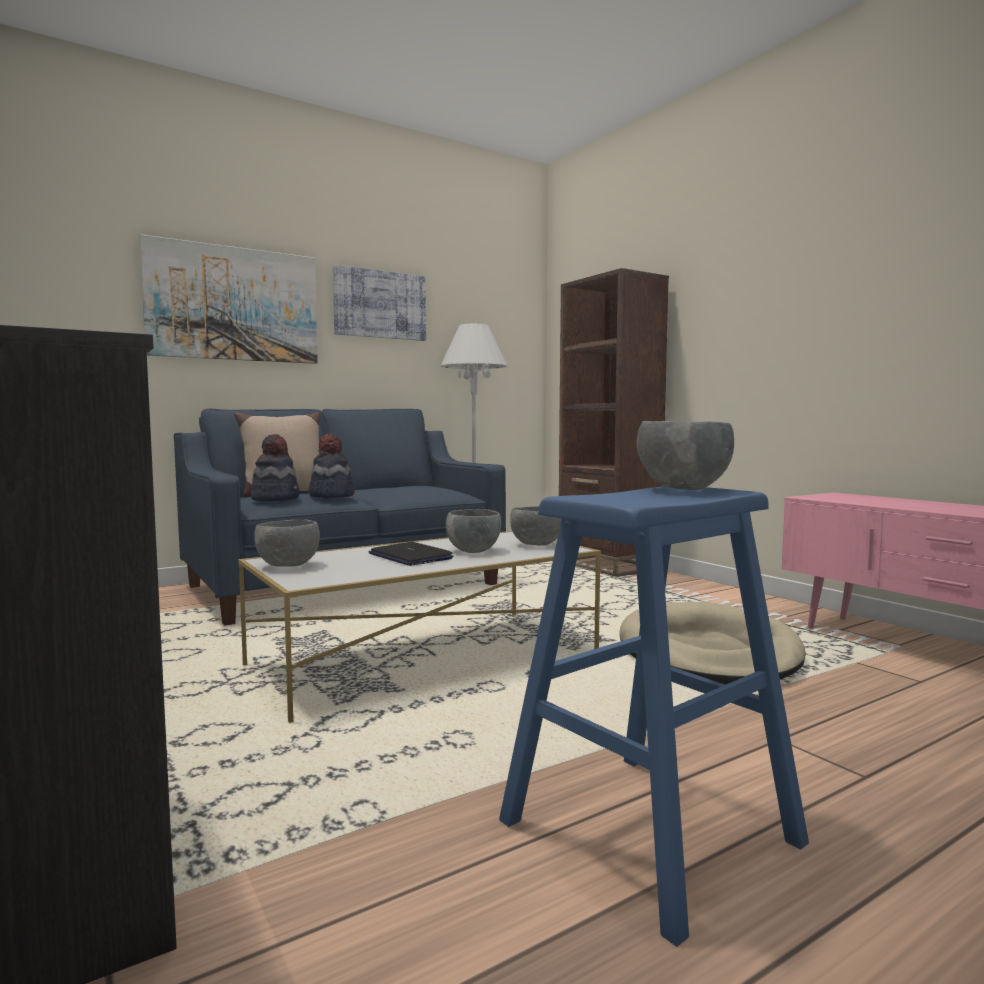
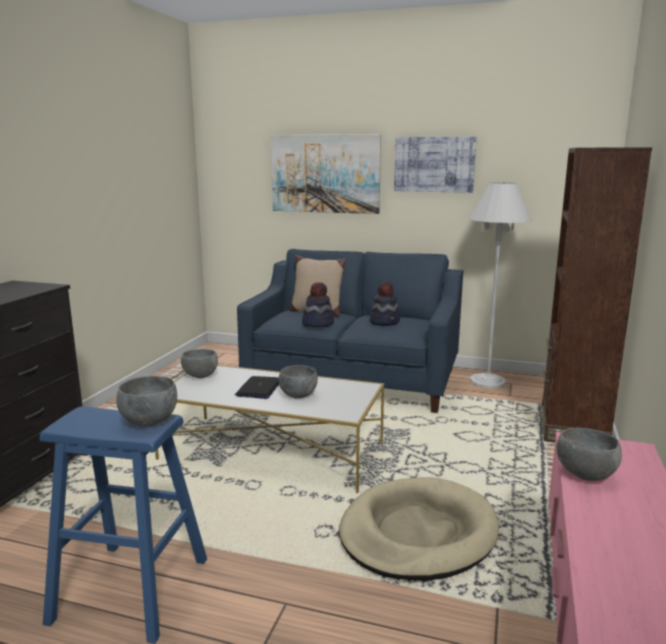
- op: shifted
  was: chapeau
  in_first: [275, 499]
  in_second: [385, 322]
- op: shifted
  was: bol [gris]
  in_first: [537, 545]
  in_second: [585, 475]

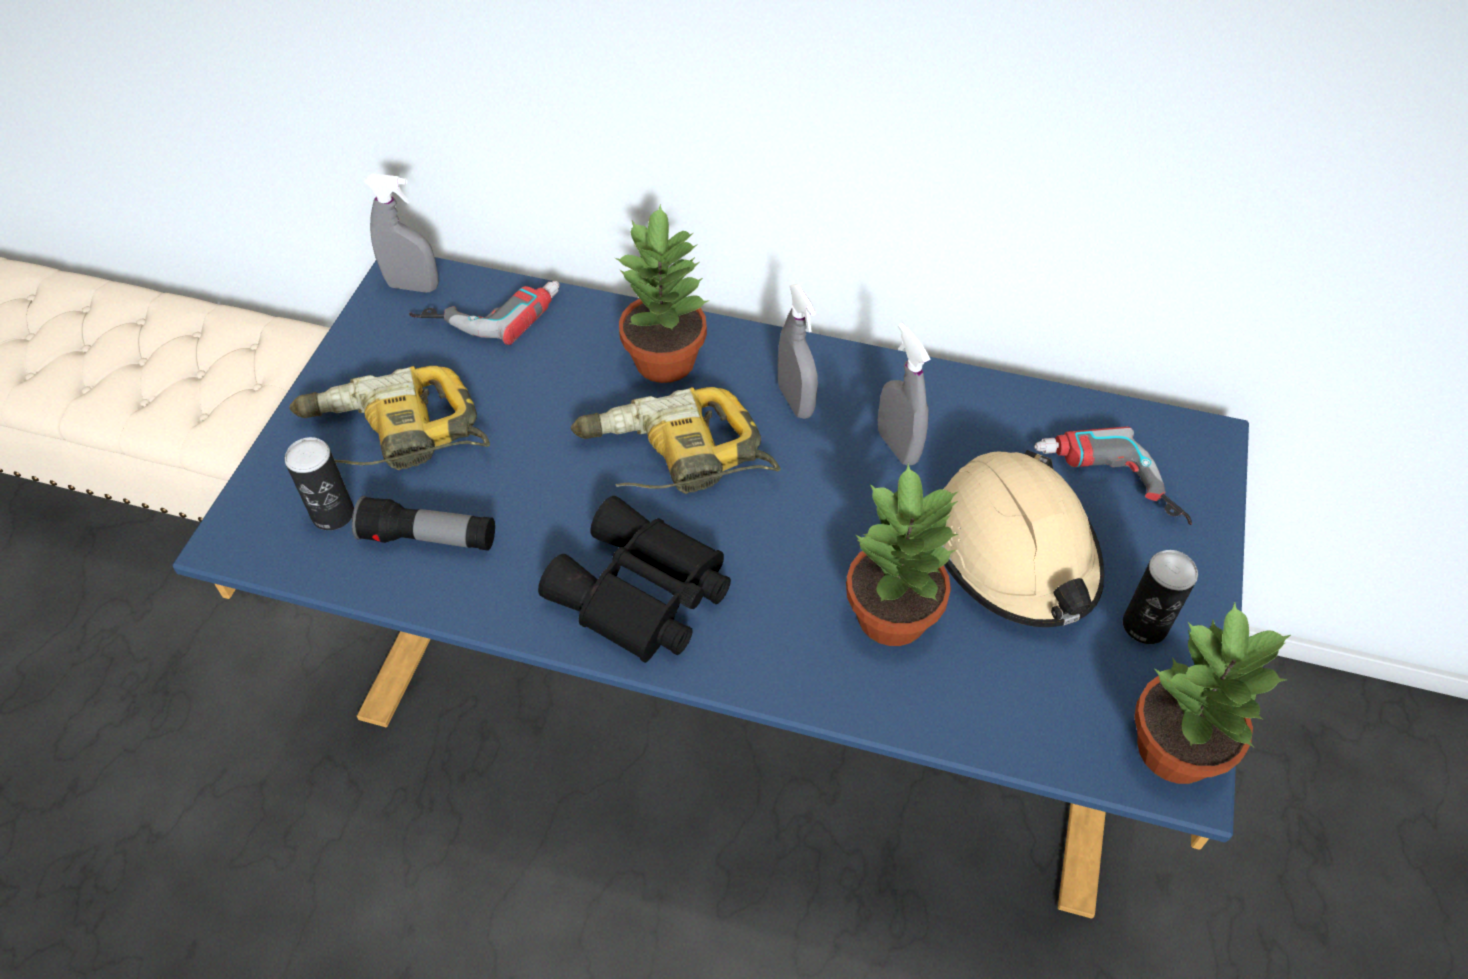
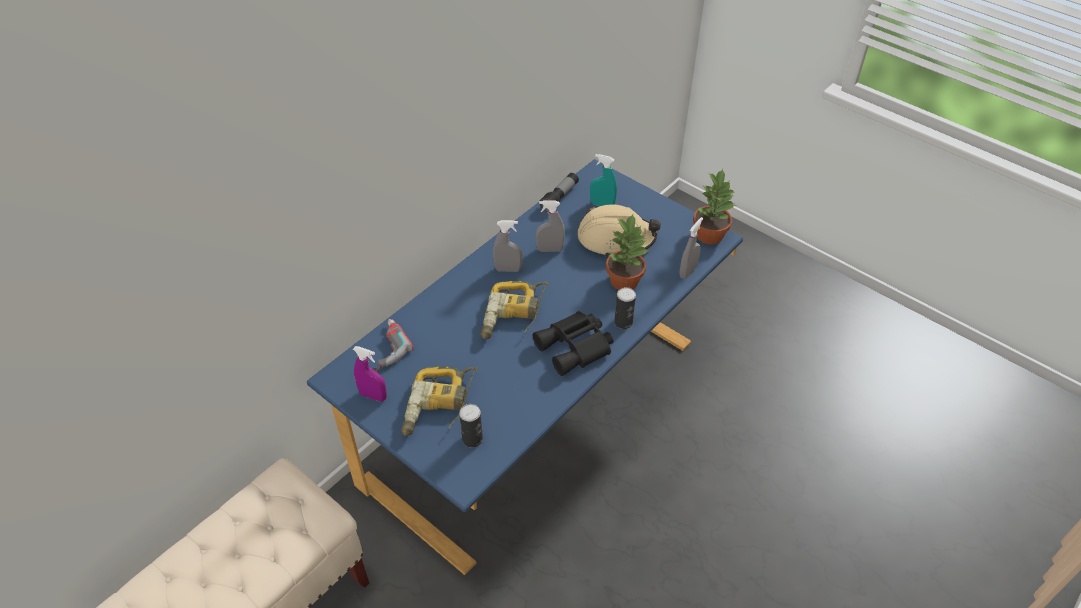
- op: new
  now: vaporisateur [violet]
  in_second: [373, 395]
- op: shifted
  was: lampe de poche
  in_first: [429, 538]
  in_second: [560, 197]
- op: swapped
  was: perceuse
  now: vaporisateur [turquoise]
  in_first: [1107, 488]
  in_second: [602, 204]
- op: shifted
  was: boîte métallique
  in_first: [1144, 625]
  in_second: [623, 322]
- op: shifted
  was: vaporisateur [gris]
  in_first: [413, 286]
  in_second: [688, 272]
- op: gone
  was: plante en pot
  in_first: [667, 360]

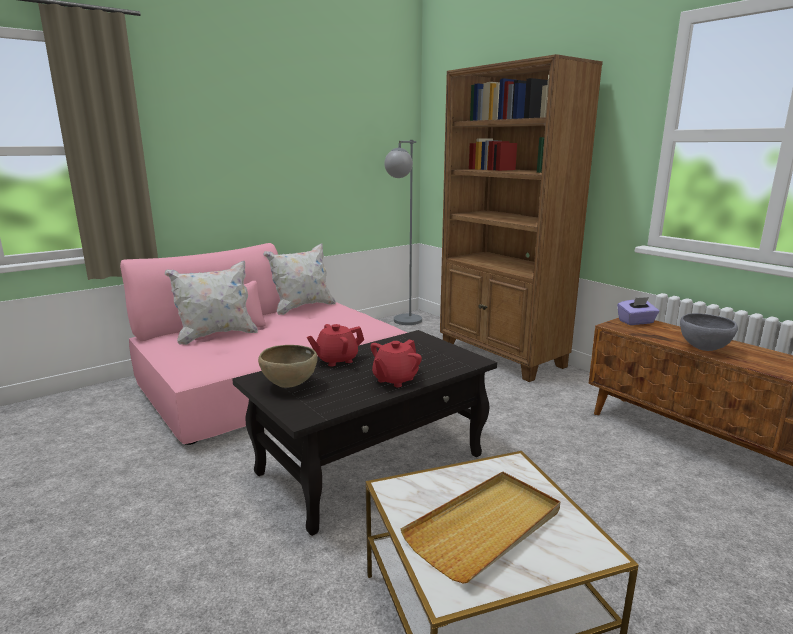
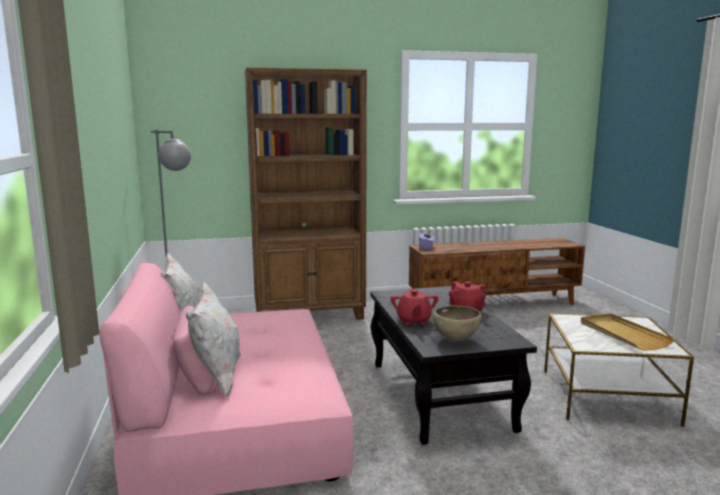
- op: gone
  was: bol [gris]
  in_first: [703, 349]

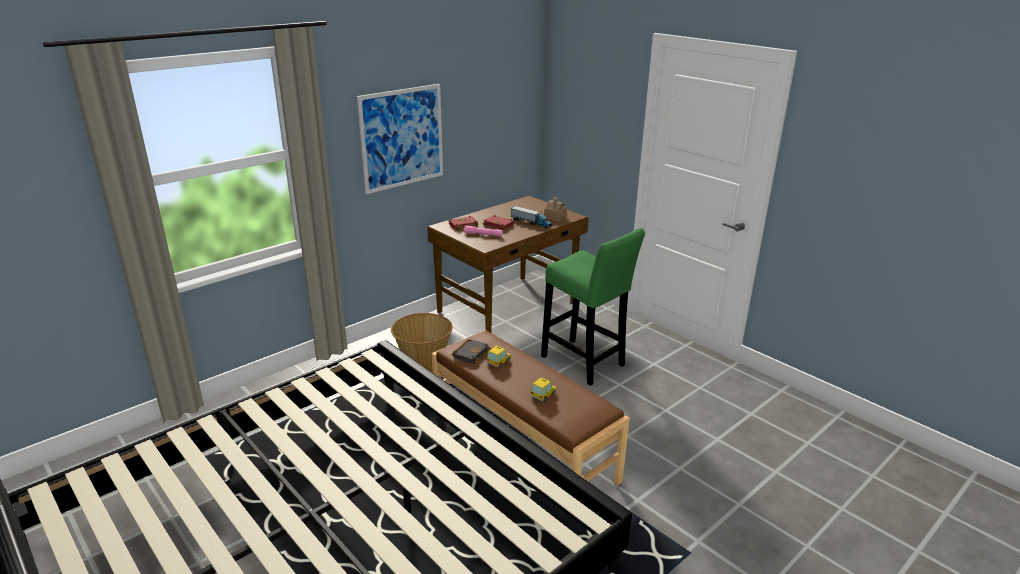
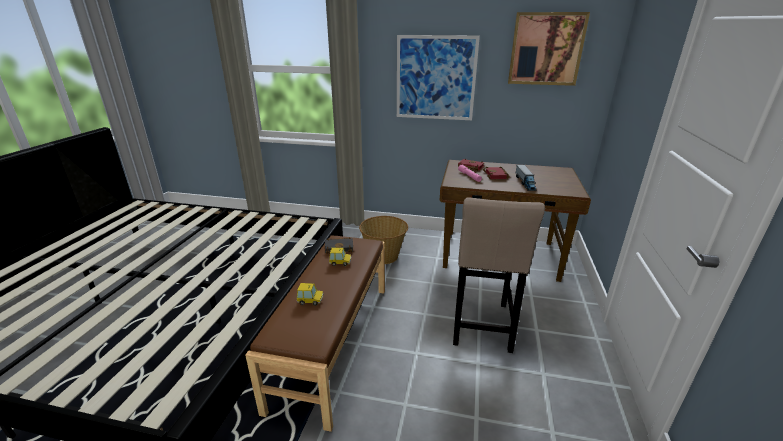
- op: repainted
  was: tabouret [vert]
  now: tabouret [beige]
  in_first: [585, 363]
  in_second: [481, 327]
- op: new
  now: tableau
  in_second: [546, 49]
- op: gone
  was: maison miniature
  in_first: [555, 218]

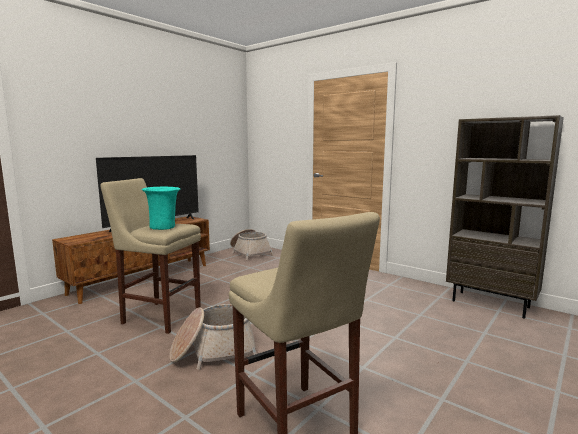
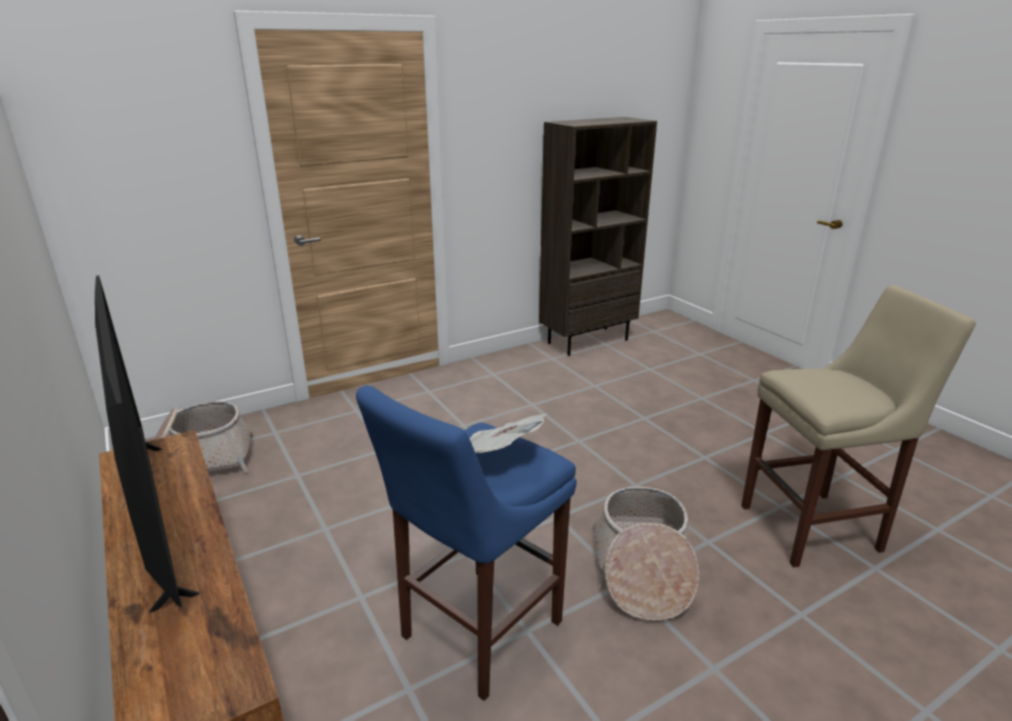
- op: repainted
  was: tabouret [beige]
  now: tabouret [bleu]
  in_first: [159, 316]
  in_second: [475, 633]
- op: swapped
  was: vase [turquoise]
  now: journal
  in_first: [163, 227]
  in_second: [499, 456]

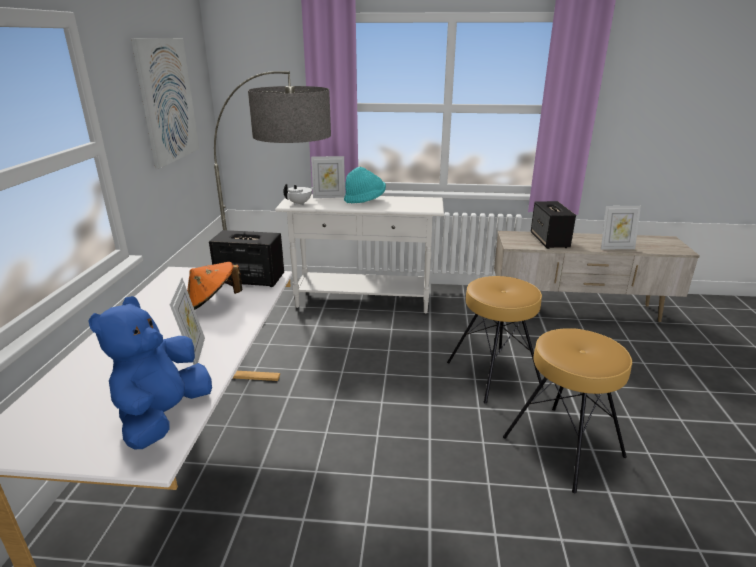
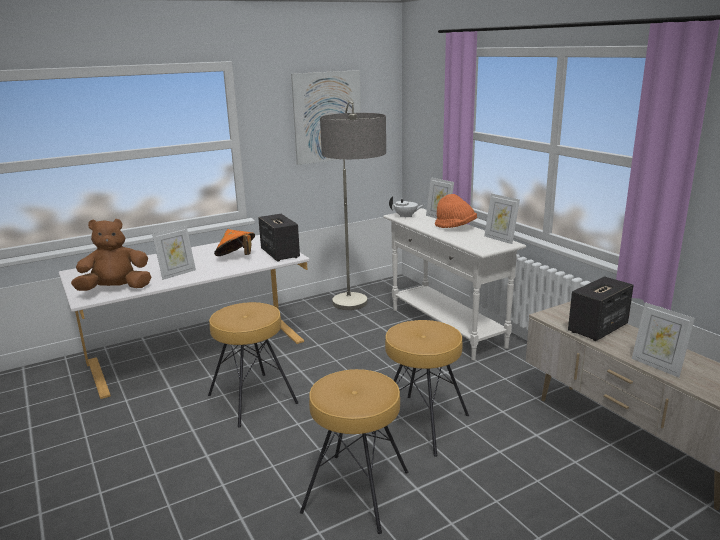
- op: repainted
  was: peluche [bleu]
  now: peluche [marron]
  in_first: [164, 417]
  in_second: [116, 289]
- op: new
  now: tabouret [marron]
  in_second: [253, 398]
- op: repainted
  was: chapeau [turquoise]
  now: chapeau [orange]
  in_first: [365, 200]
  in_second: [455, 227]
- op: new
  now: cadre photo
  in_second: [500, 239]

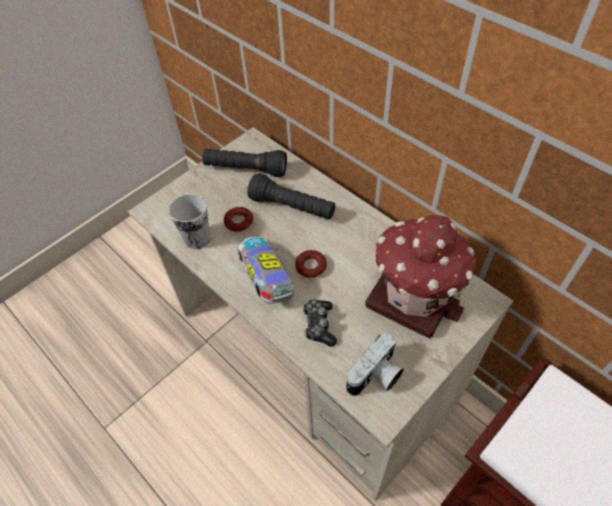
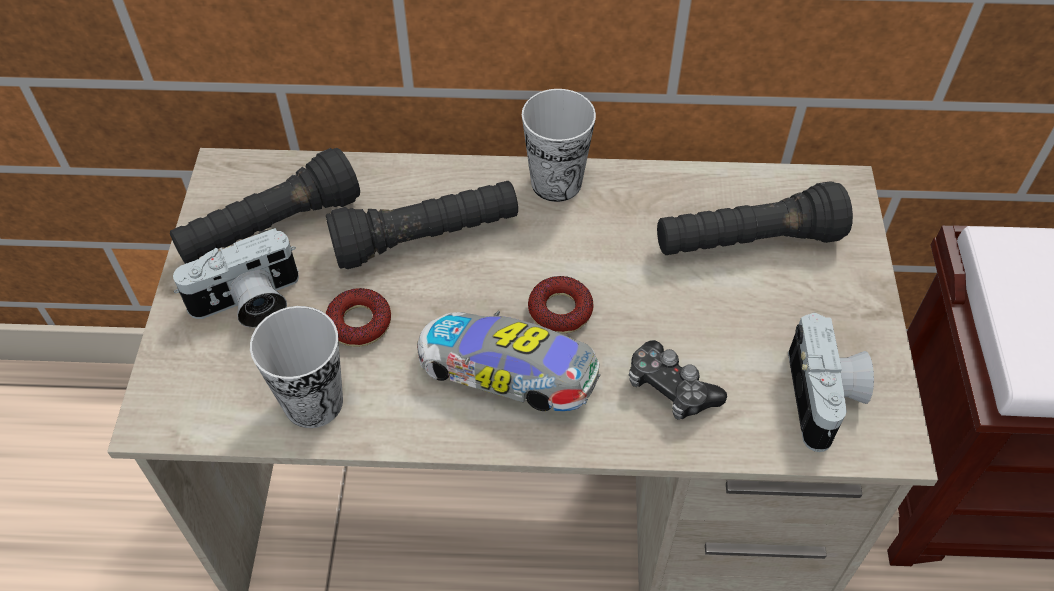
- op: new
  now: appareil photo
  in_second: [249, 304]
- op: new
  now: tasse
  in_second: [556, 182]
- op: swapped
  was: maison miniature
  now: lampe de poche [noir]
  in_first: [415, 293]
  in_second: [747, 242]

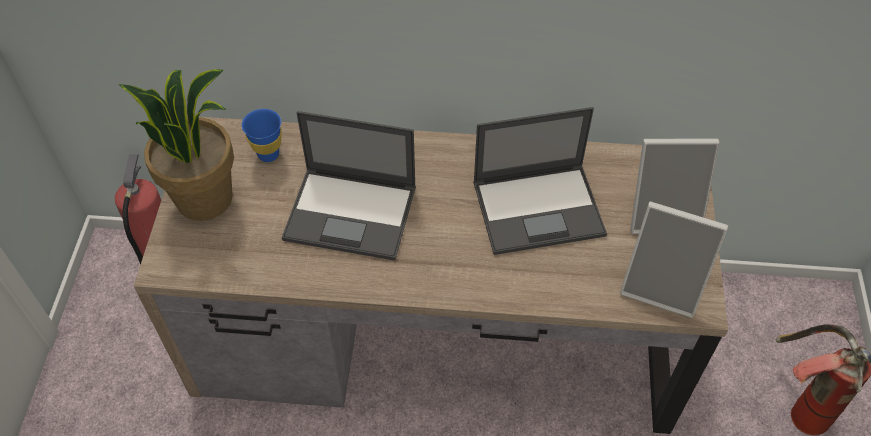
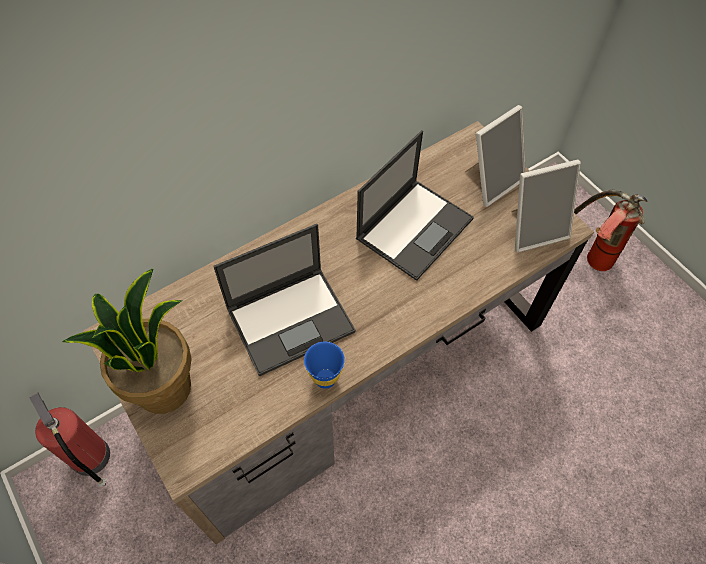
- op: shifted
  was: tasse [bleu]
  in_first: [268, 154]
  in_second: [325, 379]

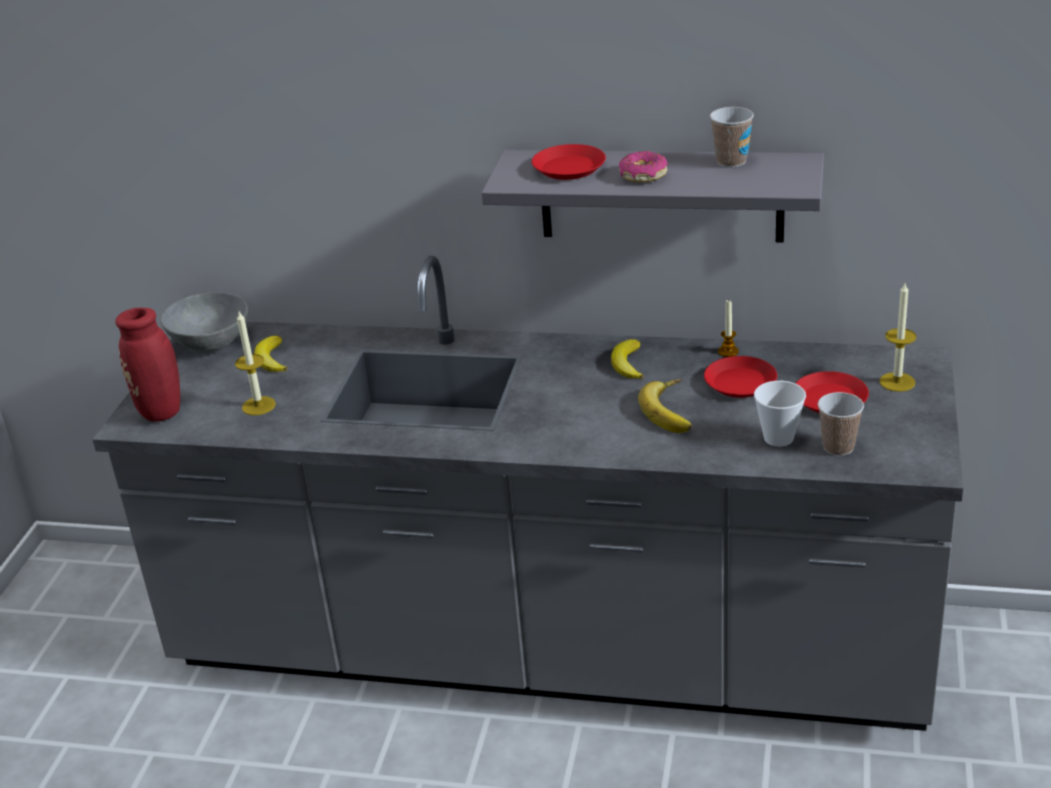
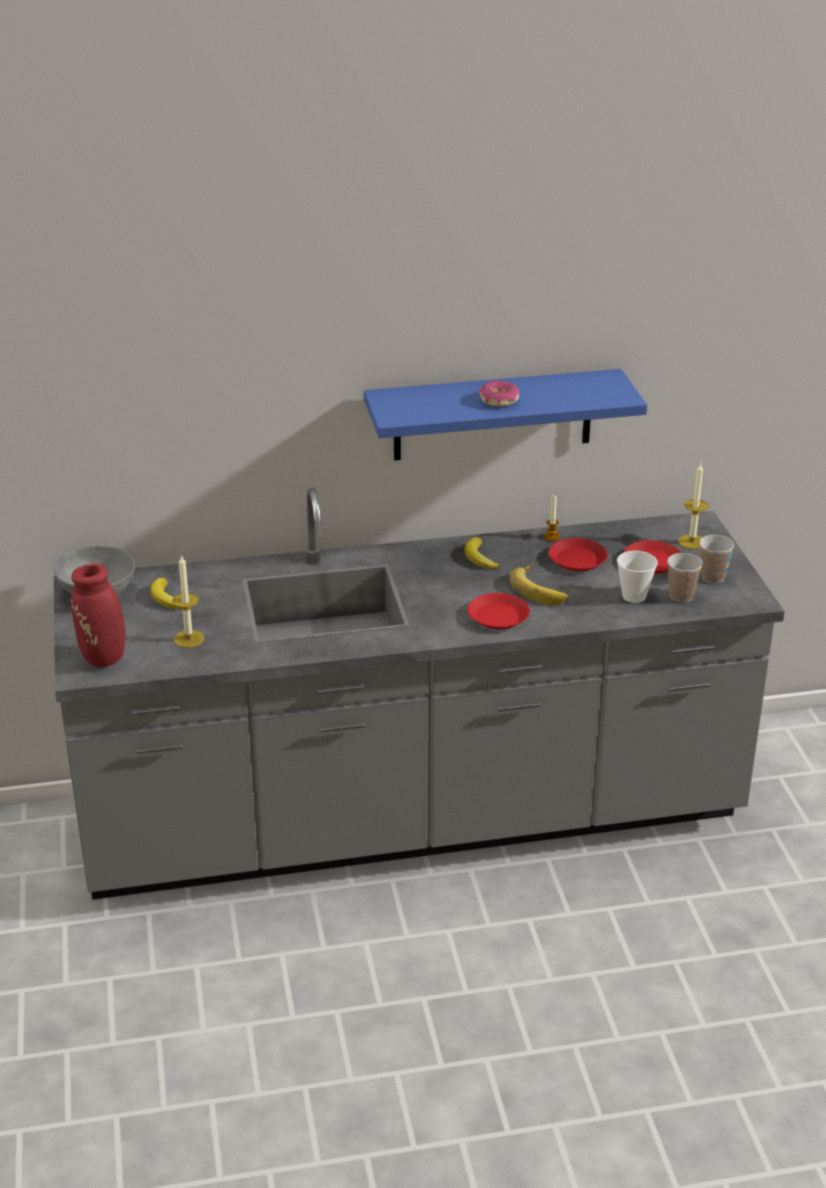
- op: repainted
  was: étagère [gris]
  now: étagère [bleu]
  in_first: [661, 195]
  in_second: [493, 415]
- op: shifted
  was: assiette [rouge]
  in_first: [569, 168]
  in_second: [498, 616]
- op: shifted
  was: tasse
  in_first: [731, 161]
  in_second: [712, 577]

